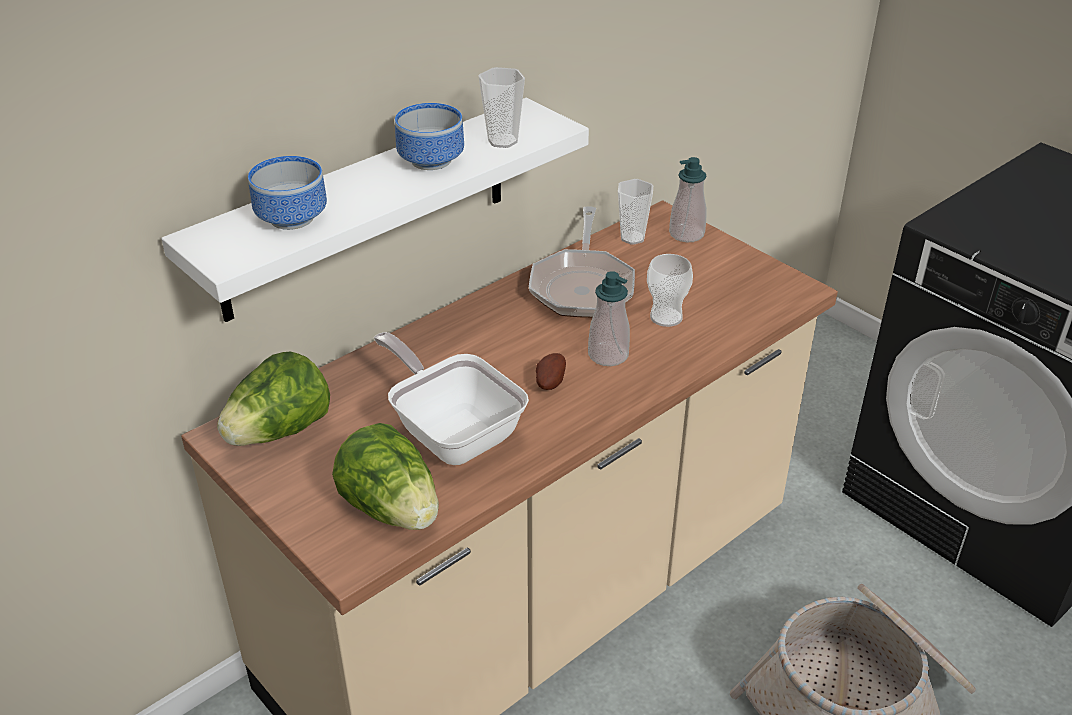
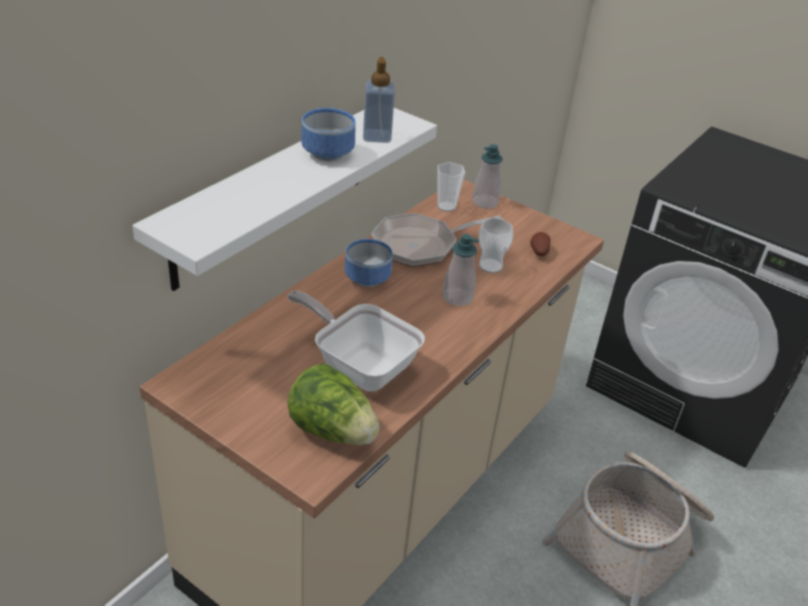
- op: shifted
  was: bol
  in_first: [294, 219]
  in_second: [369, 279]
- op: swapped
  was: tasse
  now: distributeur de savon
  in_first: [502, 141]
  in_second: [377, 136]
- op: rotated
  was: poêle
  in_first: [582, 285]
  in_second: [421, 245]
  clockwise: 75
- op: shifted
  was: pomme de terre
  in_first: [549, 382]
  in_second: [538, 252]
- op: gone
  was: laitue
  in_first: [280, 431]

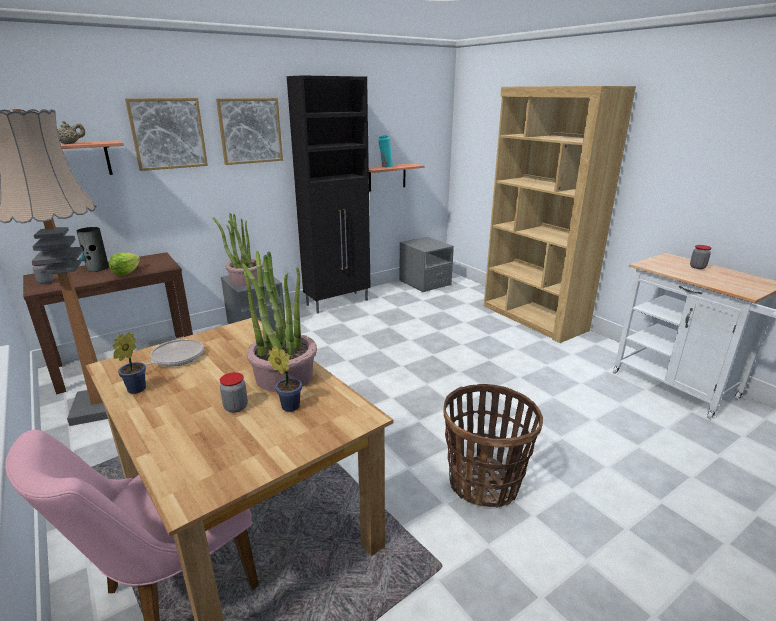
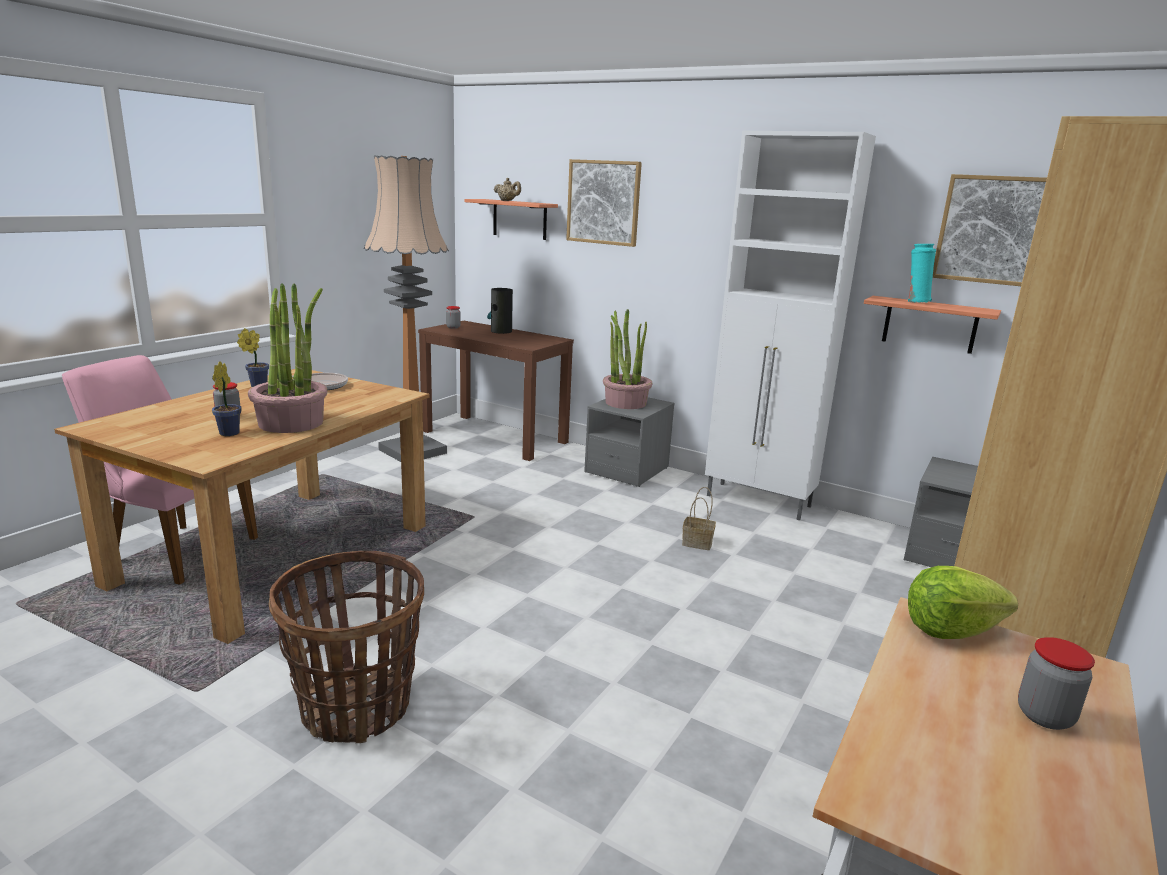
- op: new
  now: panier
  in_second: [698, 543]
- op: repainted
  was: meuble de rangement [noir]
  now: meuble de rangement [blanc]
  in_first: [338, 302]
  in_second: [759, 501]
- op: shifted
  was: laitue
  in_first: [126, 272]
  in_second: [950, 630]
- op: shifted
  was: tableau
  in_first: [250, 131]
  in_second: [997, 230]

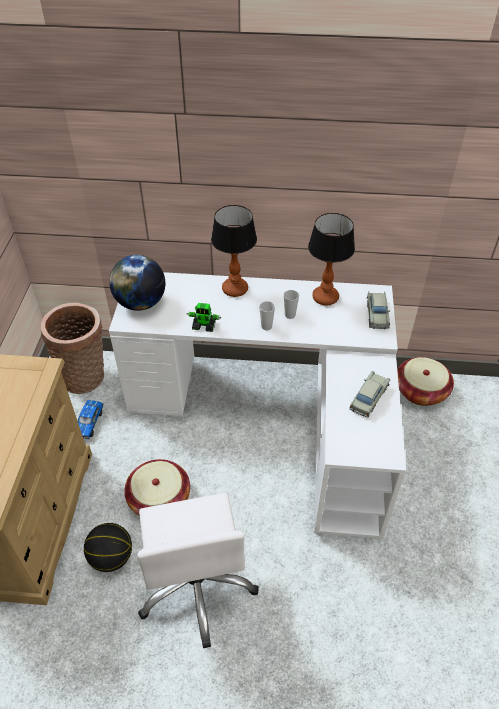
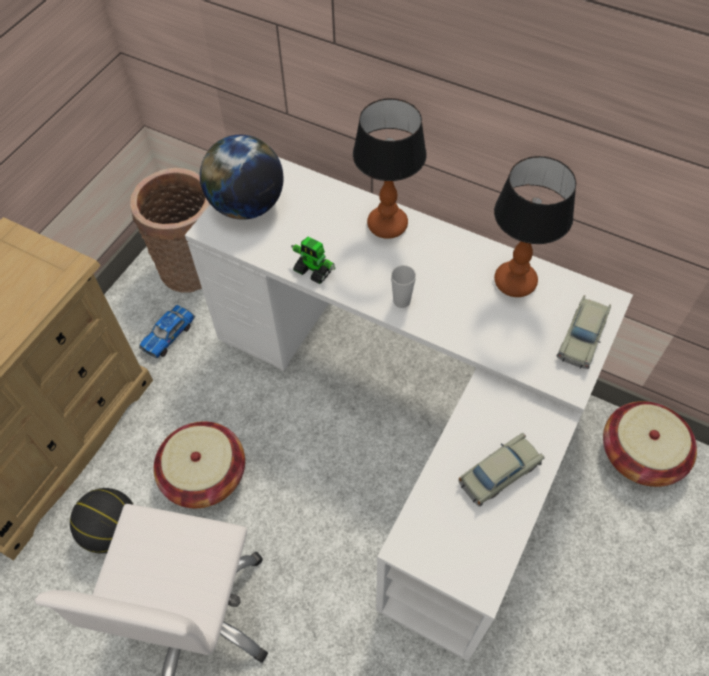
- op: gone
  was: tasse
  in_first: [290, 315]

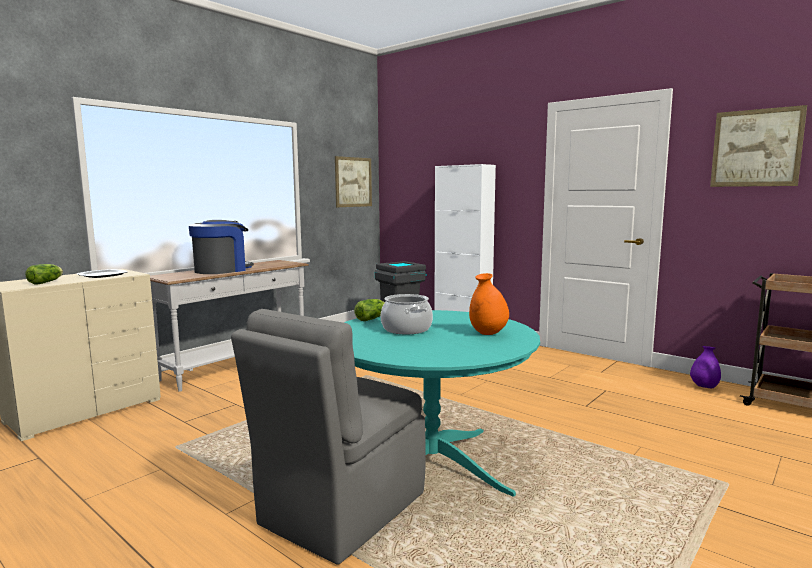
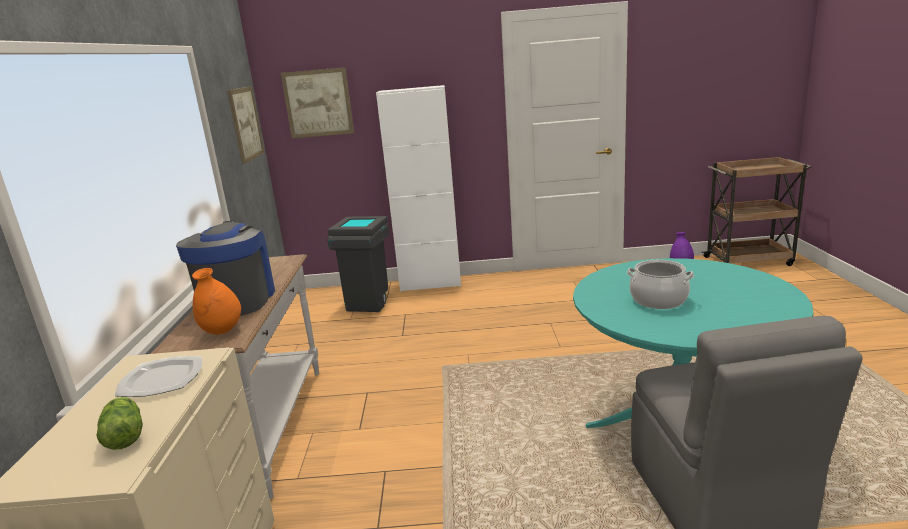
- op: shifted
  was: vase [orange]
  in_first: [488, 333]
  in_second: [222, 331]
- op: shifted
  was: tableau
  in_first: [756, 148]
  in_second: [318, 103]
- op: gone
  was: laitue
  in_first: [372, 318]

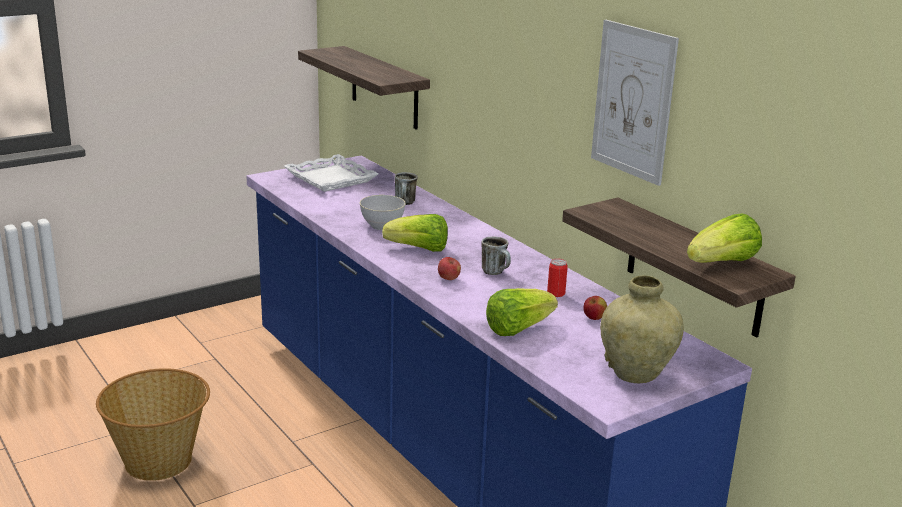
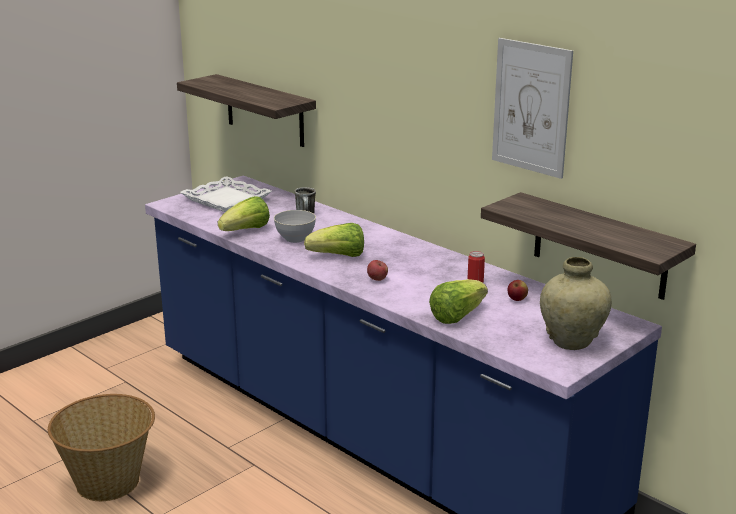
- op: shifted
  was: laitue
  in_first: [722, 264]
  in_second: [246, 231]
- op: gone
  was: mug
  in_first: [496, 272]

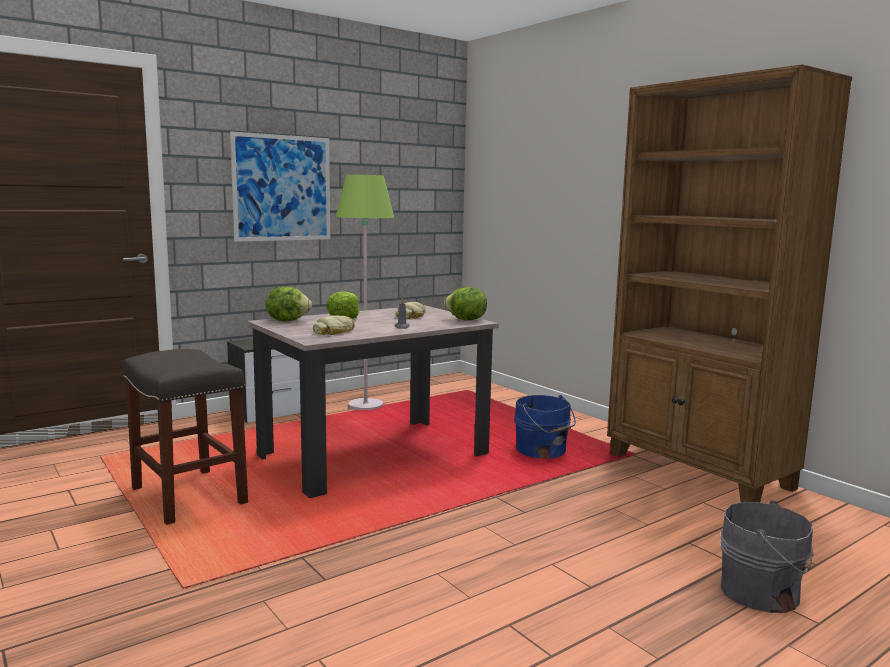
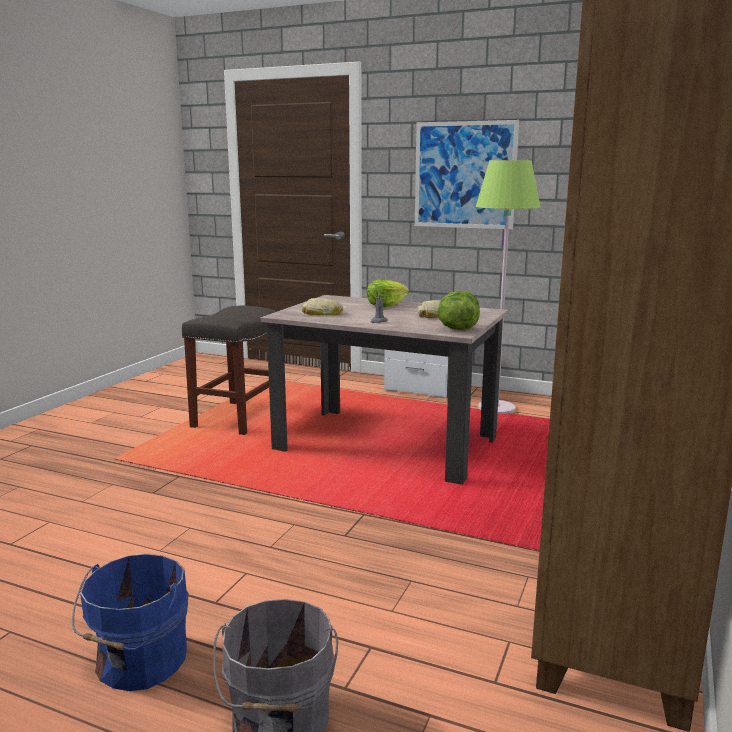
- op: shifted
  was: seau [bleu]
  in_first: [542, 452]
  in_second: [138, 662]
- op: gone
  was: laitue
  in_first: [288, 321]

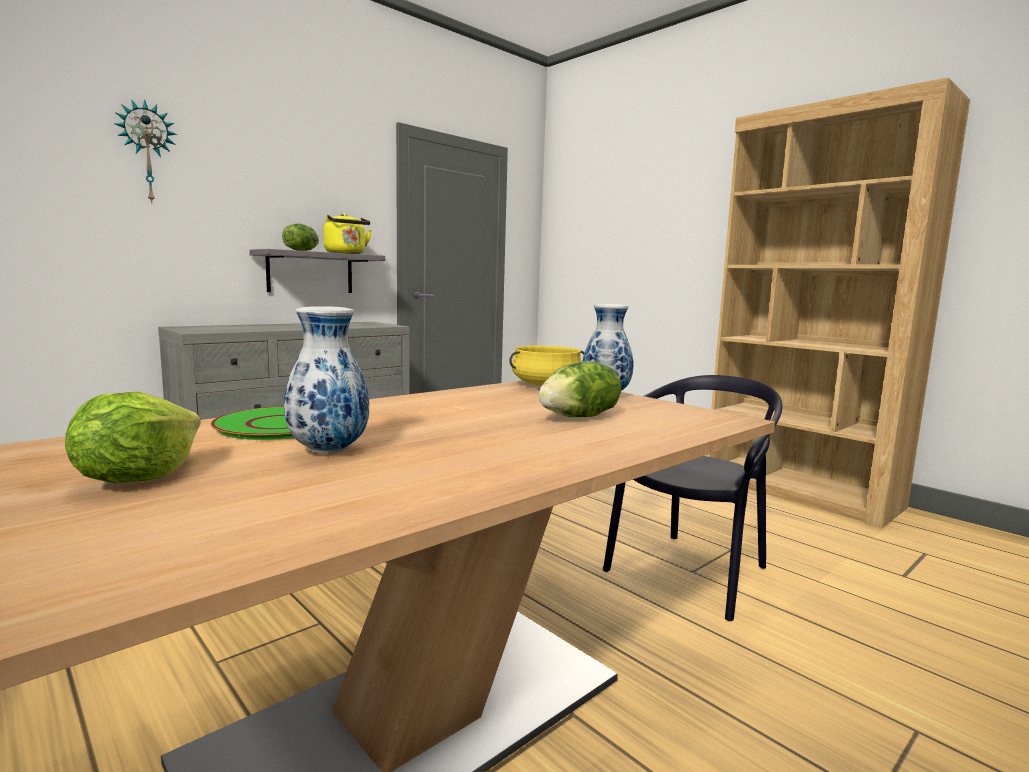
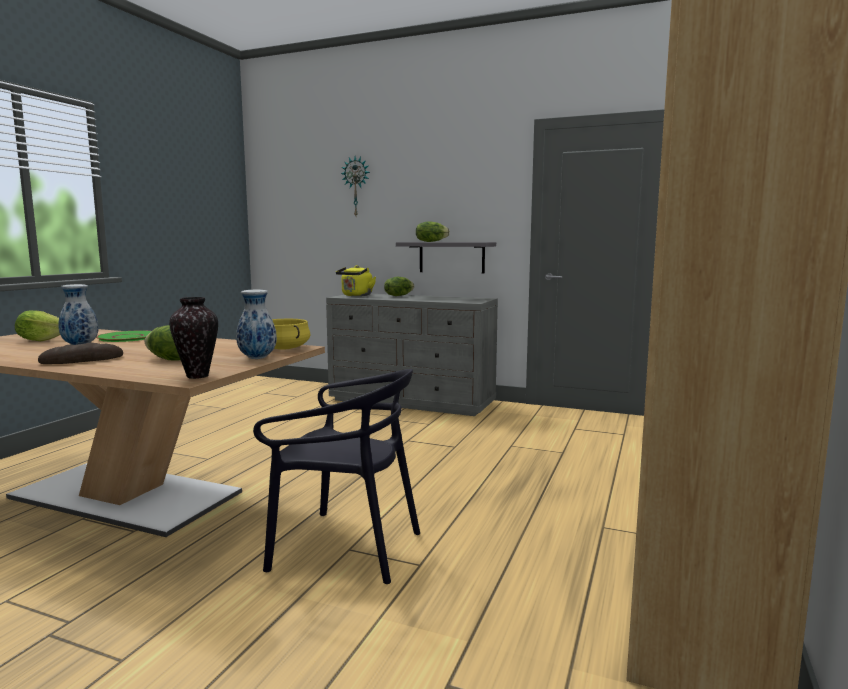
- op: new
  now: pain
  in_second: [82, 360]
- op: new
  now: vase
  in_second: [198, 376]
- op: shifted
  was: bouilloire [jaune]
  in_first: [346, 253]
  in_second: [356, 295]
- op: new
  now: laitue
  in_second: [398, 295]

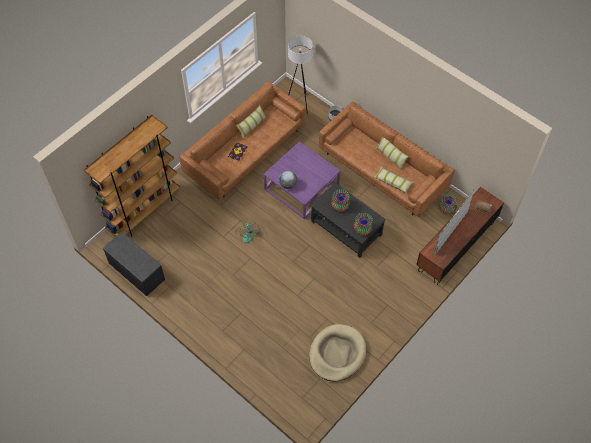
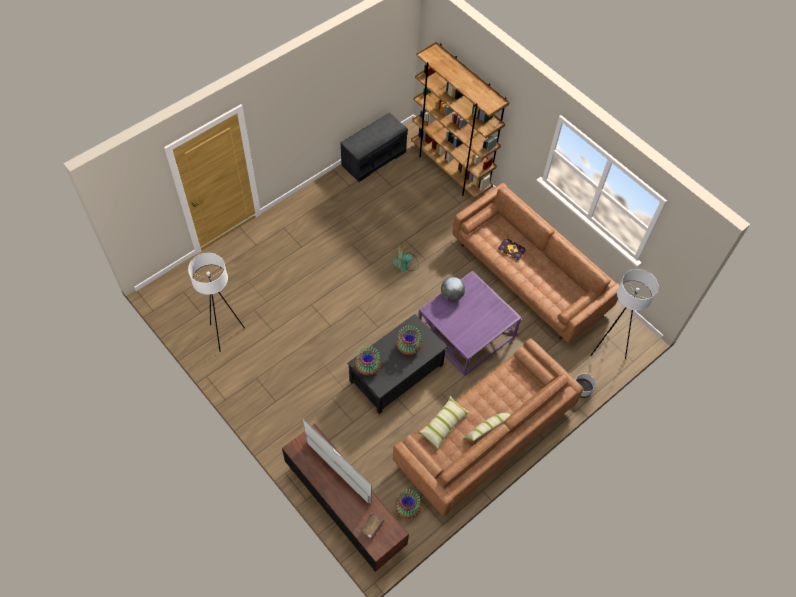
- op: swapped
  was: panier pour chien [beige]
  now: lampadaire [blanc]
  in_first: [337, 354]
  in_second: [225, 334]
- op: gone
  was: coussin
  in_first: [252, 126]

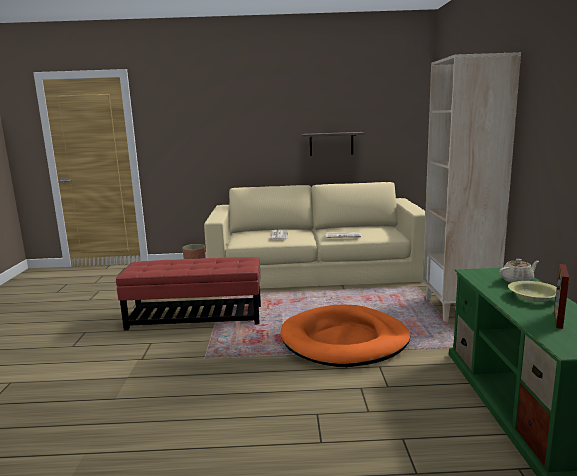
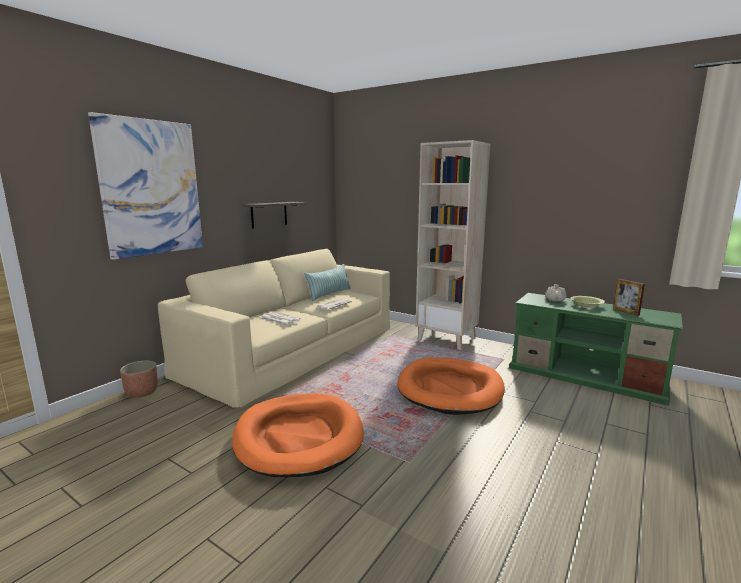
- op: new
  now: tableau
  in_second: [151, 188]
- op: swapped
  was: pouf [rouge]
  now: panier pour chien [orange]
  in_first: [195, 317]
  in_second: [299, 437]
- op: new
  now: coussin
  in_second: [329, 294]

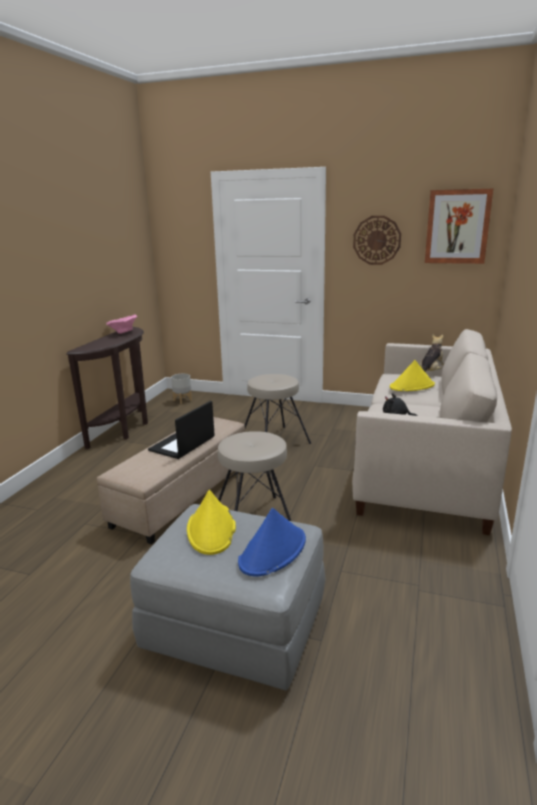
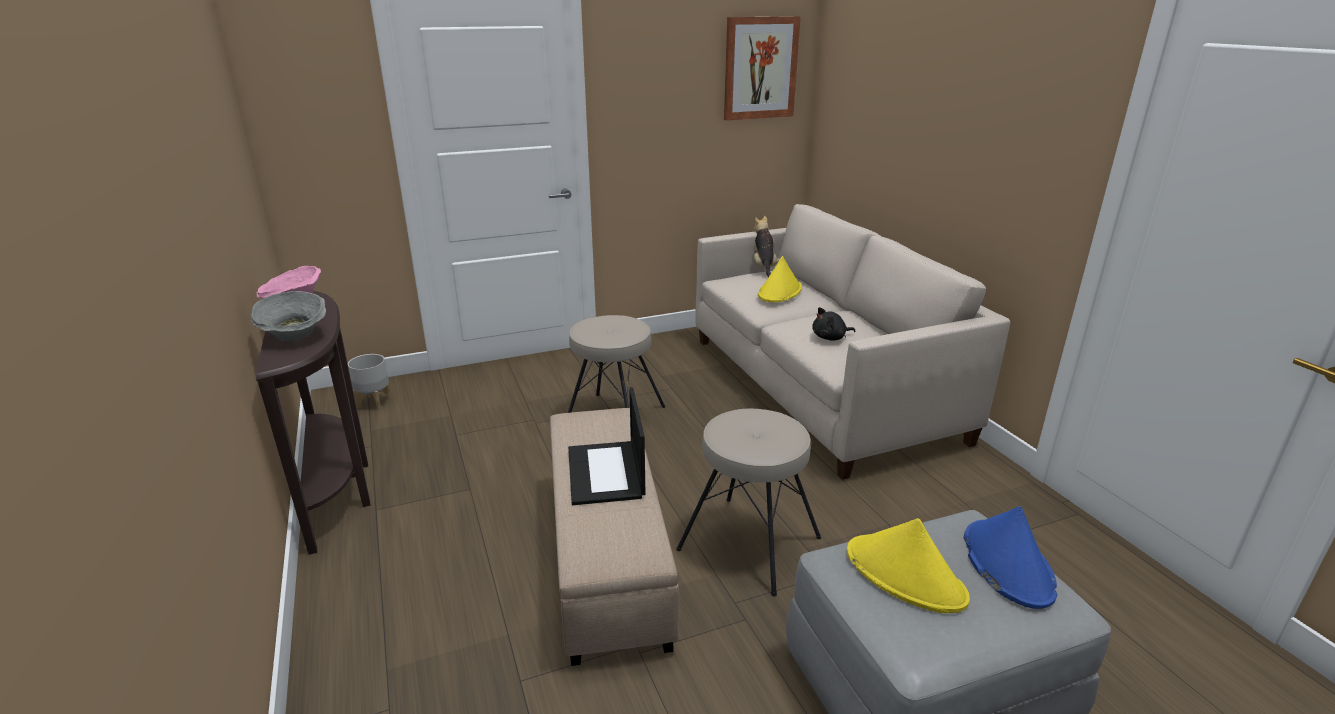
- op: new
  now: bol [gris]
  in_second: [296, 337]
- op: gone
  was: horloge murale
  in_first: [377, 240]

